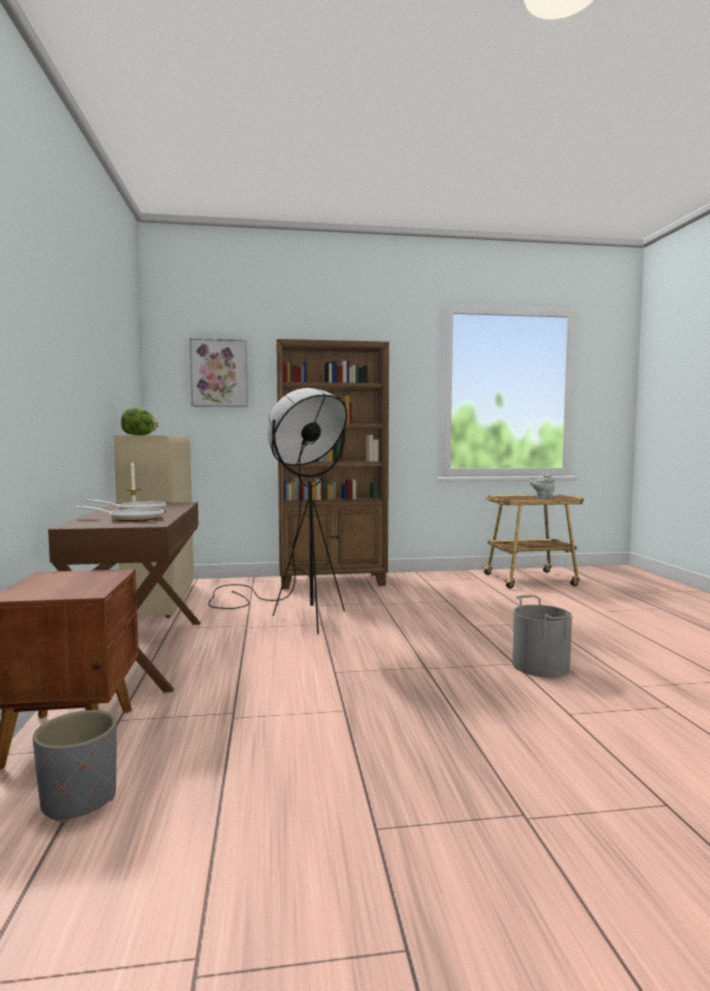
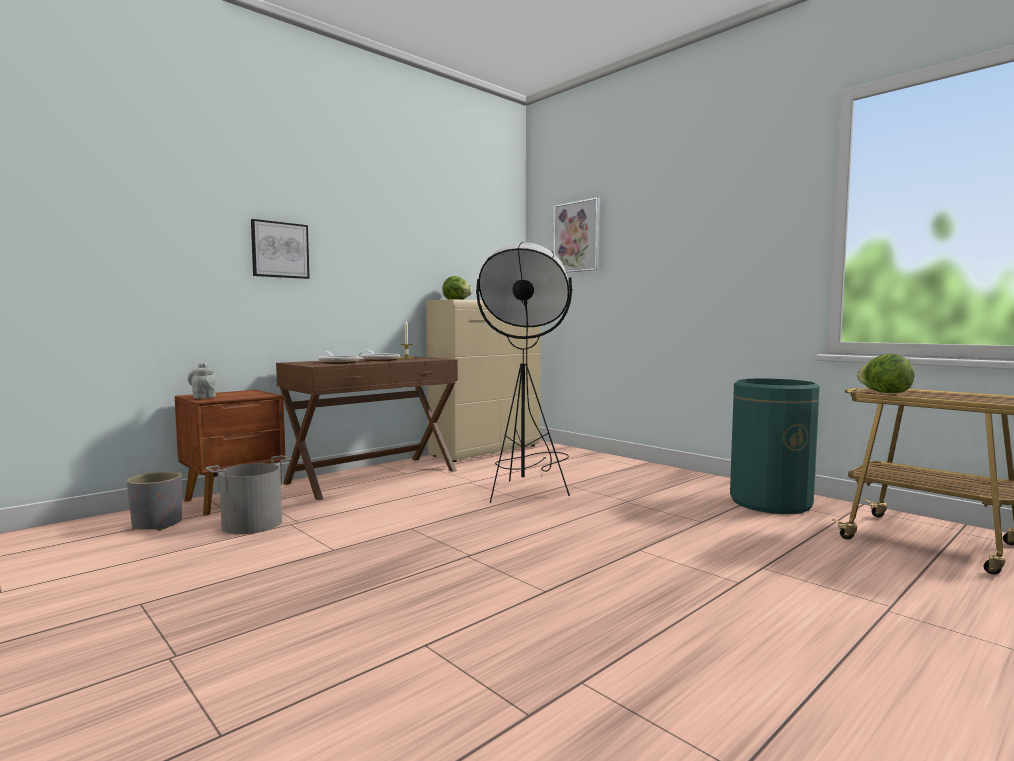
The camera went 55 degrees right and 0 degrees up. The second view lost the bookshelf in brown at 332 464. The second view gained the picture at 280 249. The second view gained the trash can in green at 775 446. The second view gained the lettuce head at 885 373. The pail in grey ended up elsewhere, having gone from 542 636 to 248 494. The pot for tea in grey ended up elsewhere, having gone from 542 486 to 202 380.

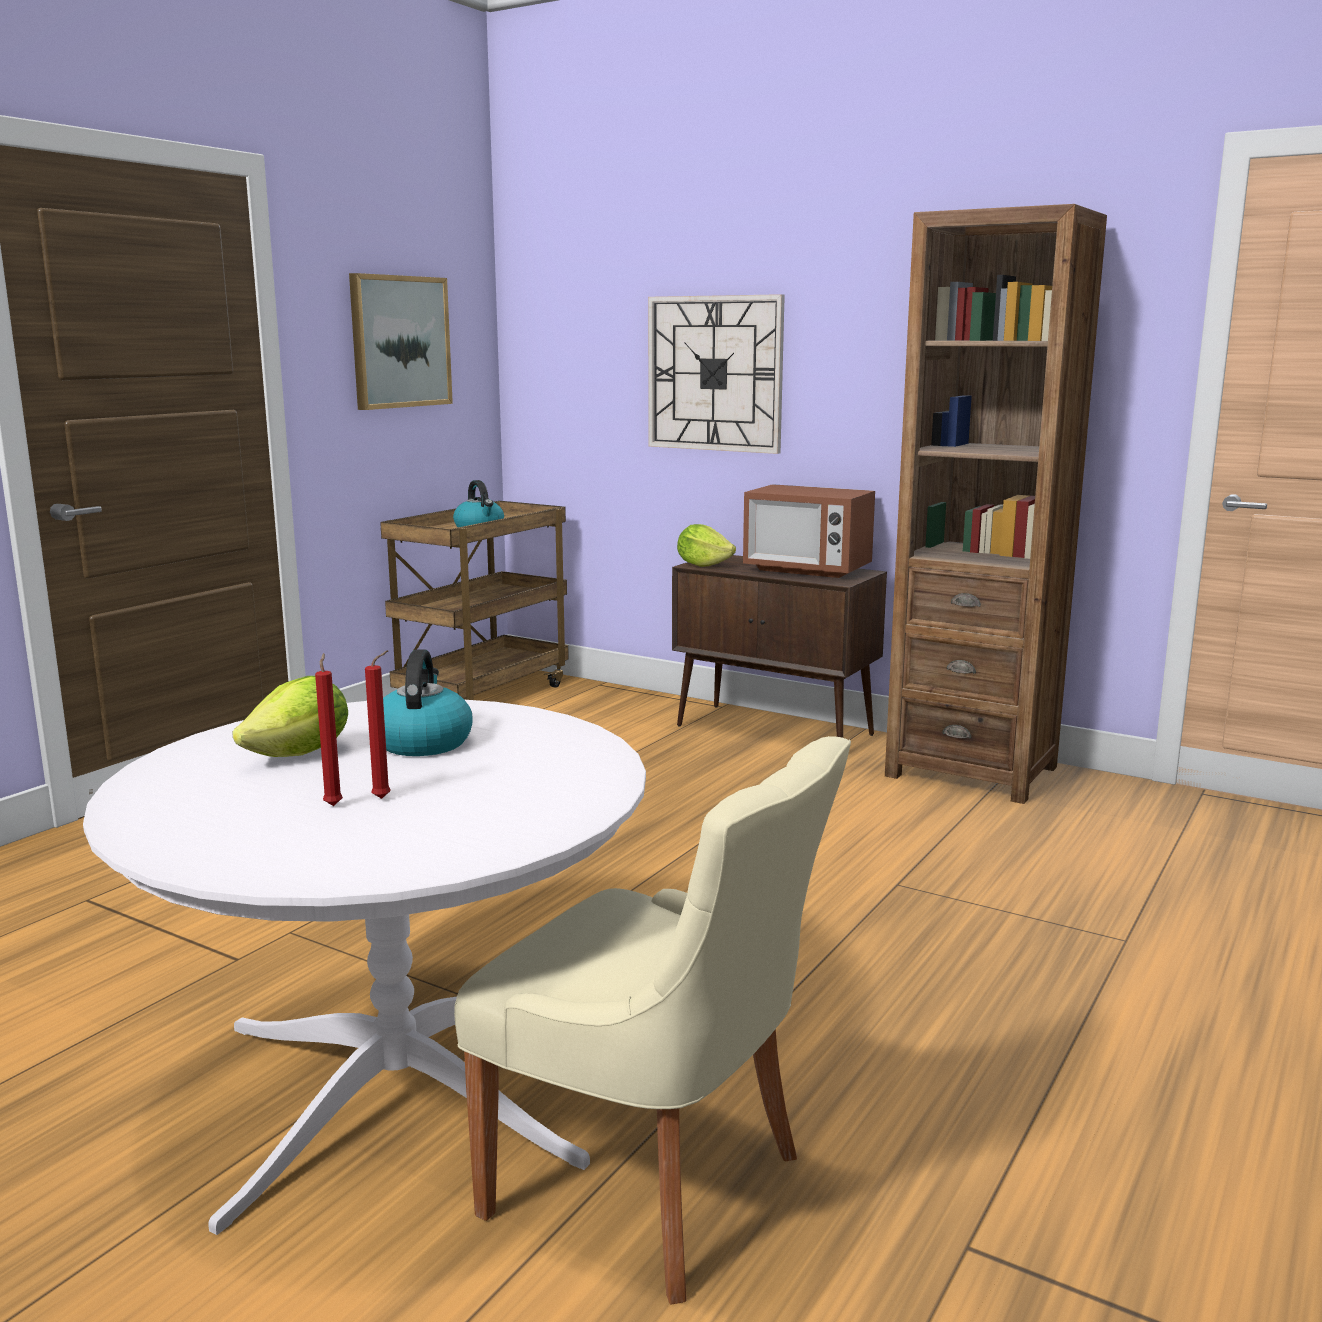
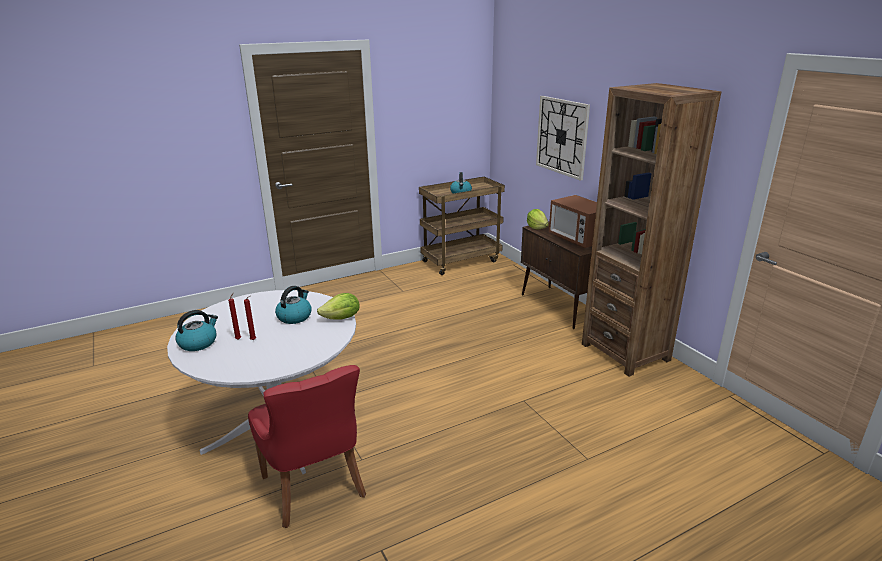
The camera went 30 degrees right and 10 degrees up. The second view lost the picture at 401 341. The second view gained the water kettle at 197 330. The lettuce head ended up elsewhere, having gone from 290 716 to 338 306. What was the upright chair in beige-coloured at 652 1020 turned into the upright chair in reddish at 307 446.

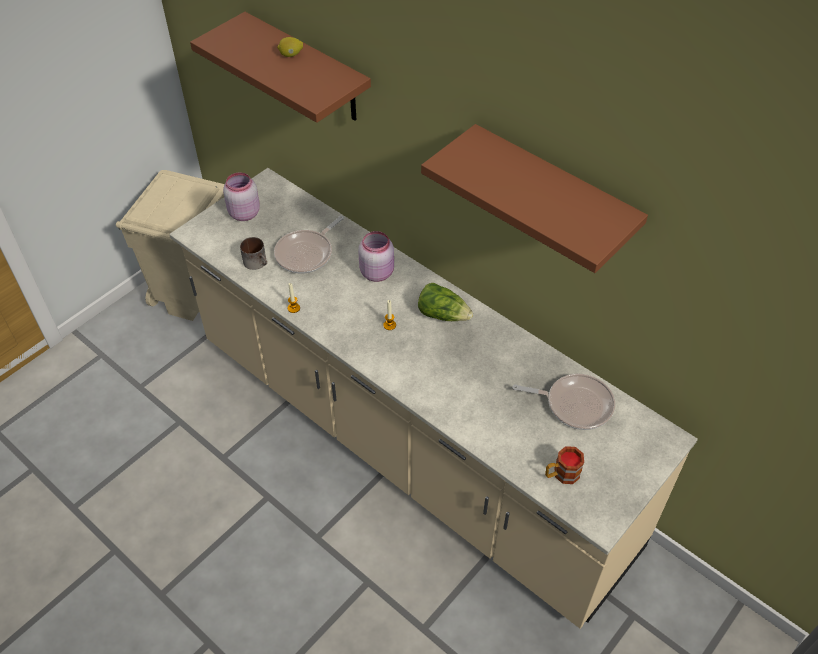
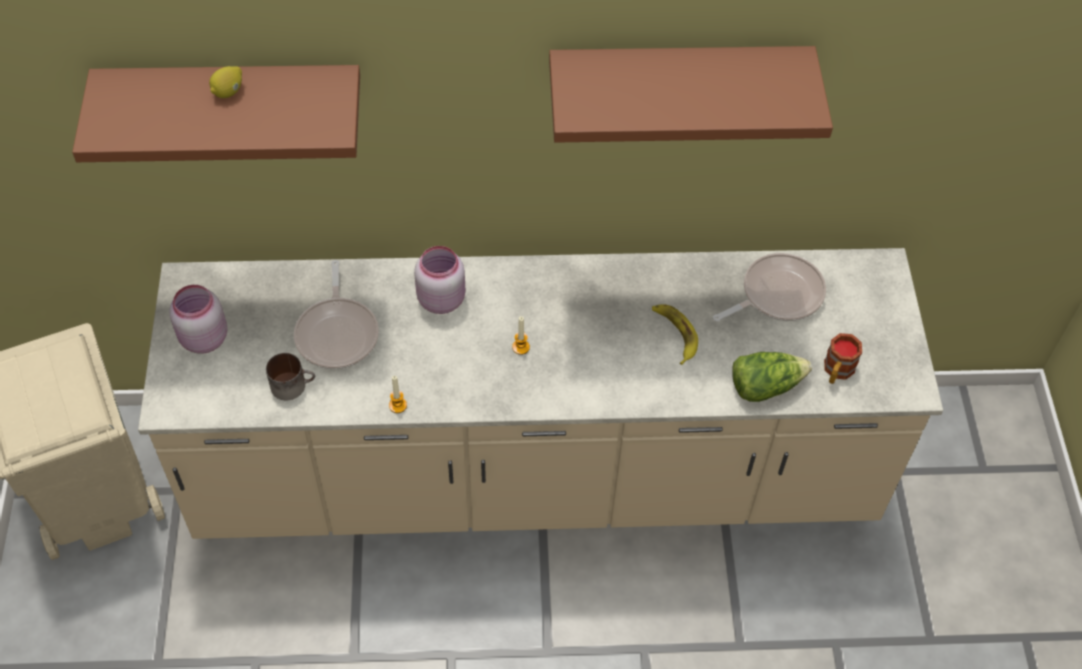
The camera went 45 degrees left and 5 degrees up. The second view gained the banana at 675 334. The lettuce head ended up elsewhere, having gone from 445 302 to 772 377.

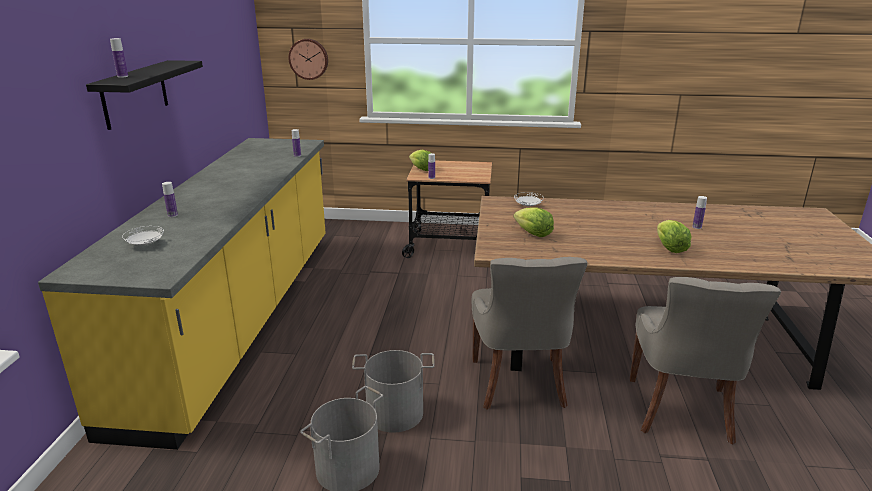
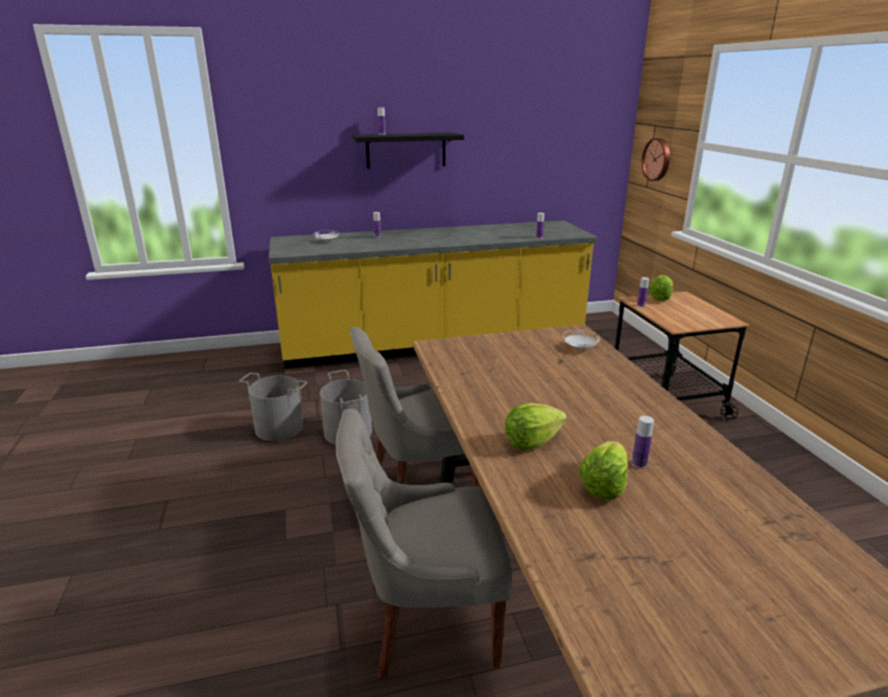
The camera went 70 degrees right and 0 degrees up. The lettuce head ended up elsewhere, having gone from 534 222 to 603 470.

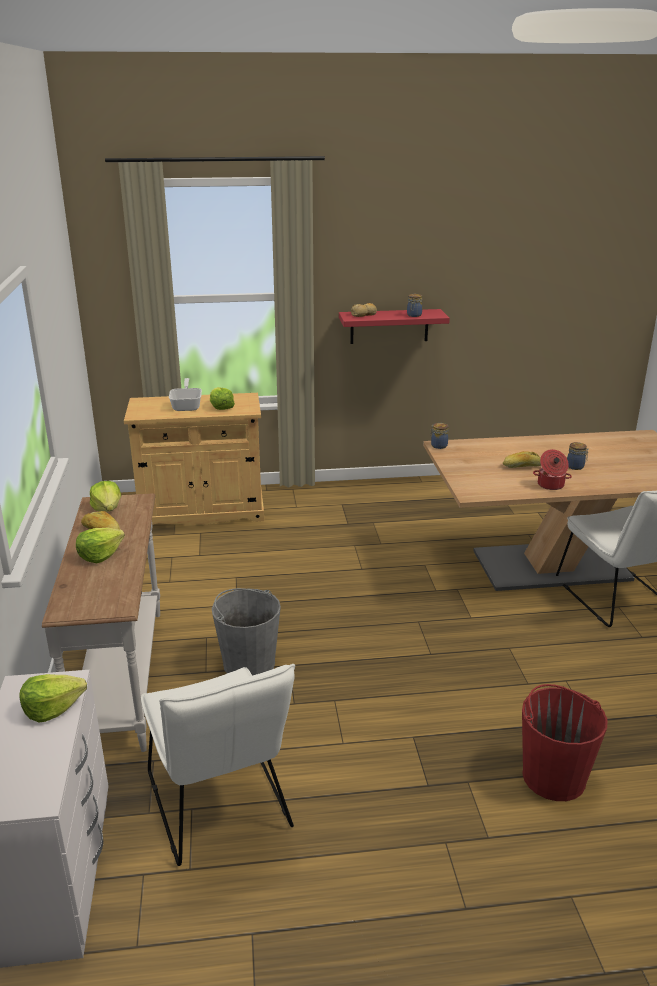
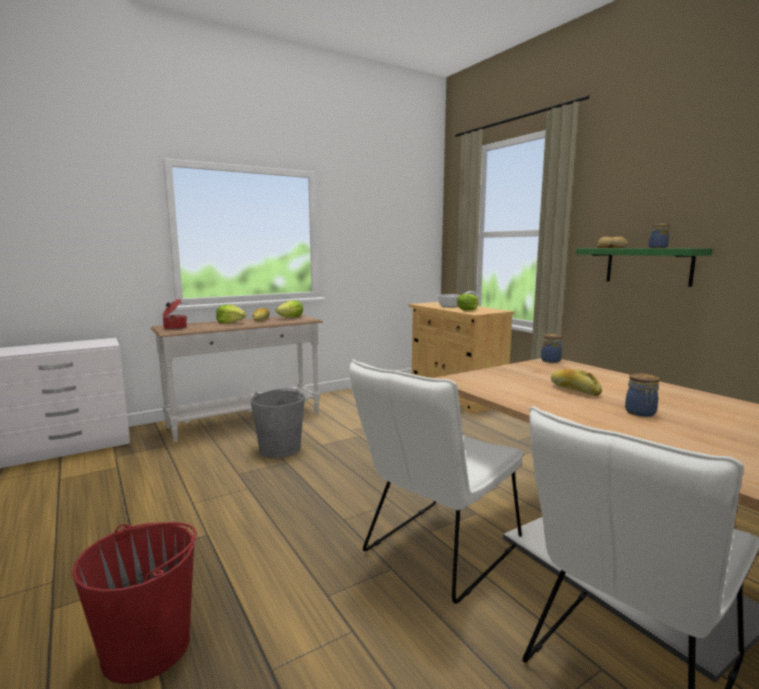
The camera went 65 degrees right and 15 degrees down. The second view lost the lettuce head at 53 698. The upright chair in white-coloured ended up elsewhere, having gone from 218 765 to 436 481. The stockpot ended up elsewhere, having gone from 552 469 to 174 314. What was the wall shelf in reddish at 394 326 turned into the wall shelf in green at 644 267.

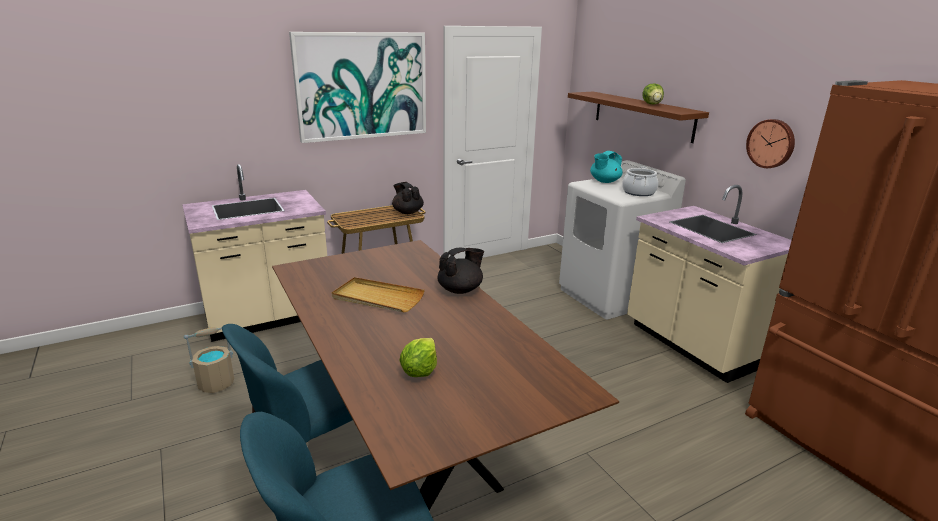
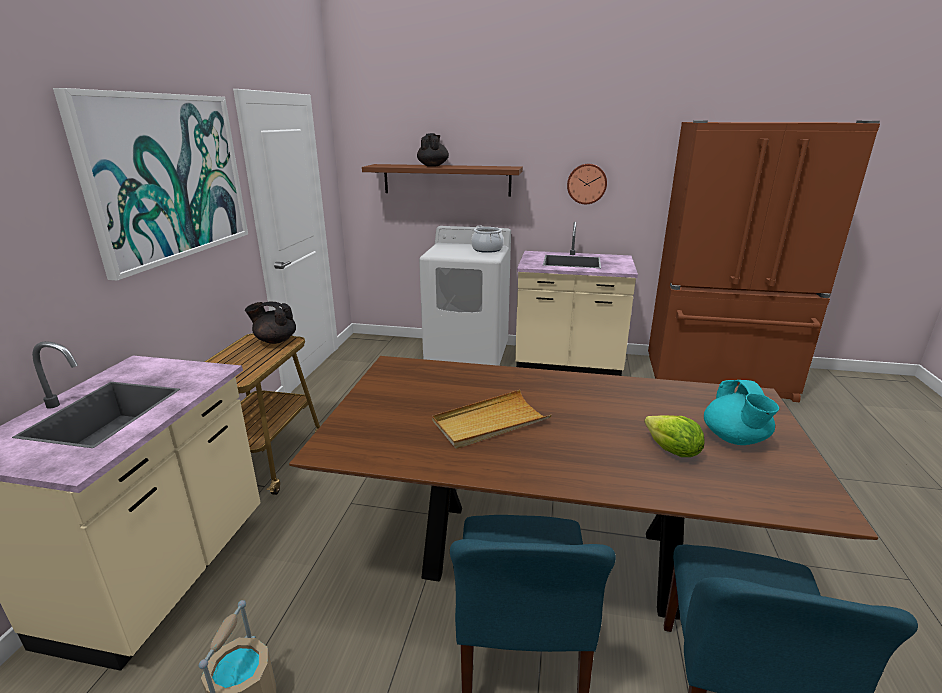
The camera went 50 degrees left and 0 degrees up. The second view lost the lettuce head at 653 94. The pot for tea in black ended up elsewhere, having gone from 460 271 to 433 150. The pot for tea in turquoise-coloured ended up elsewhere, having gone from 606 167 to 741 412.

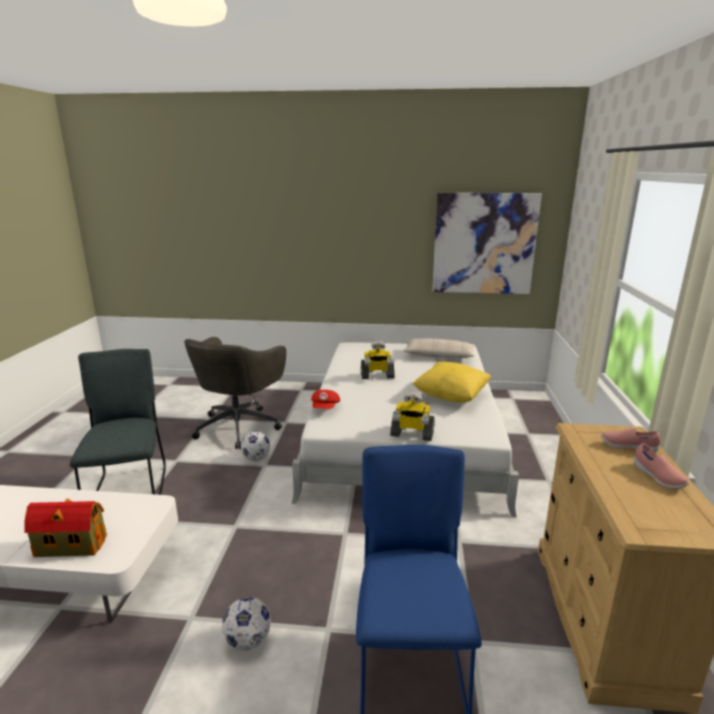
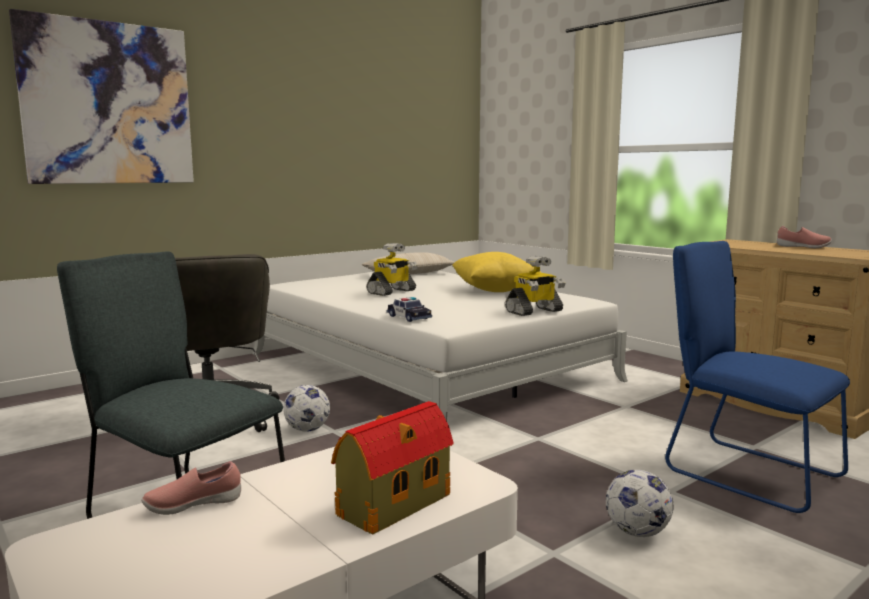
The camera went 45 degrees left and 10 degrees down. The picture ended up elsewhere, having gone from 487 243 to 101 96. The low shoe in pink-coloured ended up elsewhere, having gone from 631 440 to 191 488. Where the peaked cap in reddish stood at 325 399, the model car came to stand at 409 309.

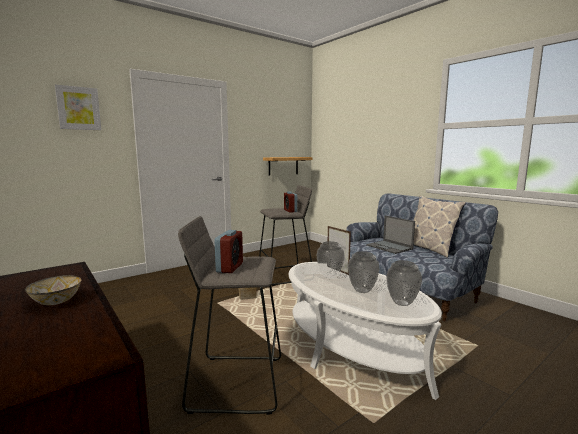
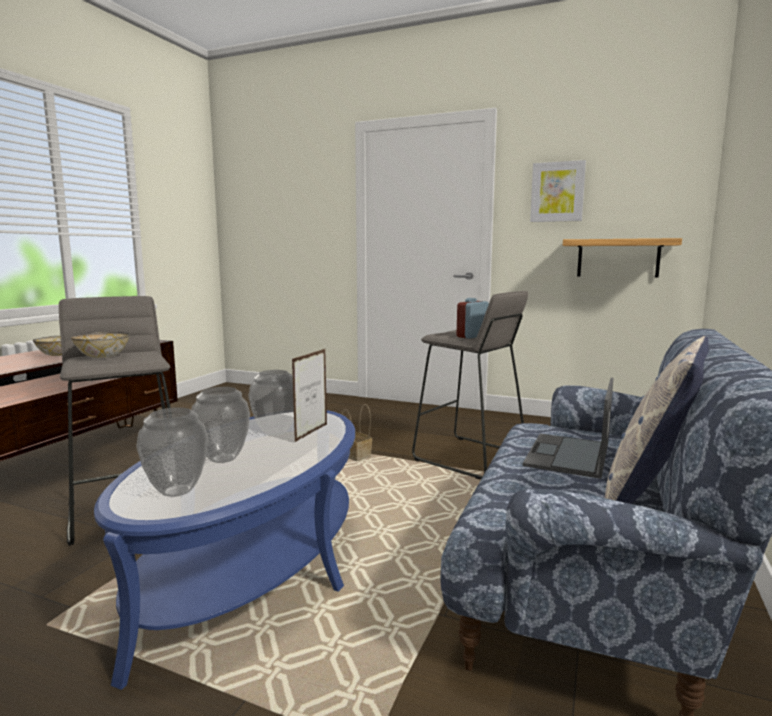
The camera went 60 degrees right and 0 degrees up. The picture ended up elsewhere, having gone from 78 107 to 558 191. Where the alarm clock stood at 229 251, the deep dish came to stand at 100 345. What was the low table in white-coloured at 365 331 turned into the low table in blue at 224 550.

